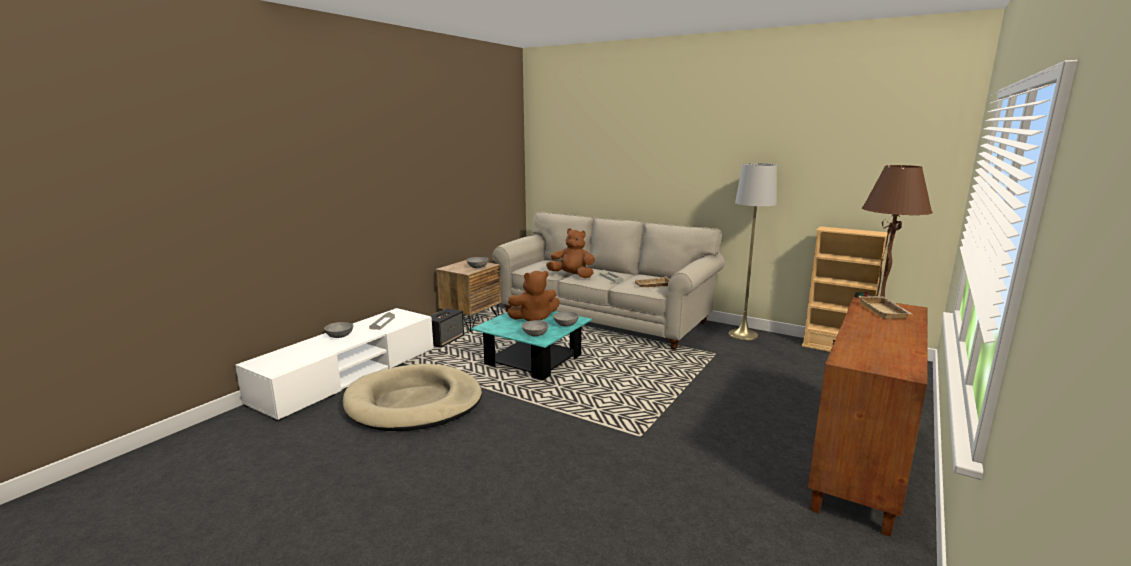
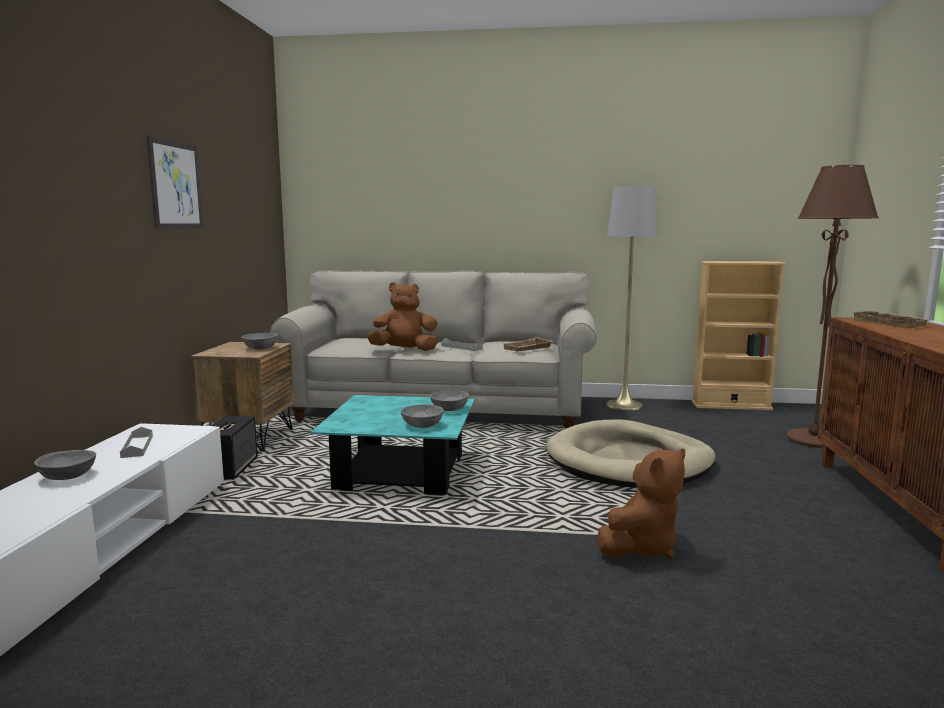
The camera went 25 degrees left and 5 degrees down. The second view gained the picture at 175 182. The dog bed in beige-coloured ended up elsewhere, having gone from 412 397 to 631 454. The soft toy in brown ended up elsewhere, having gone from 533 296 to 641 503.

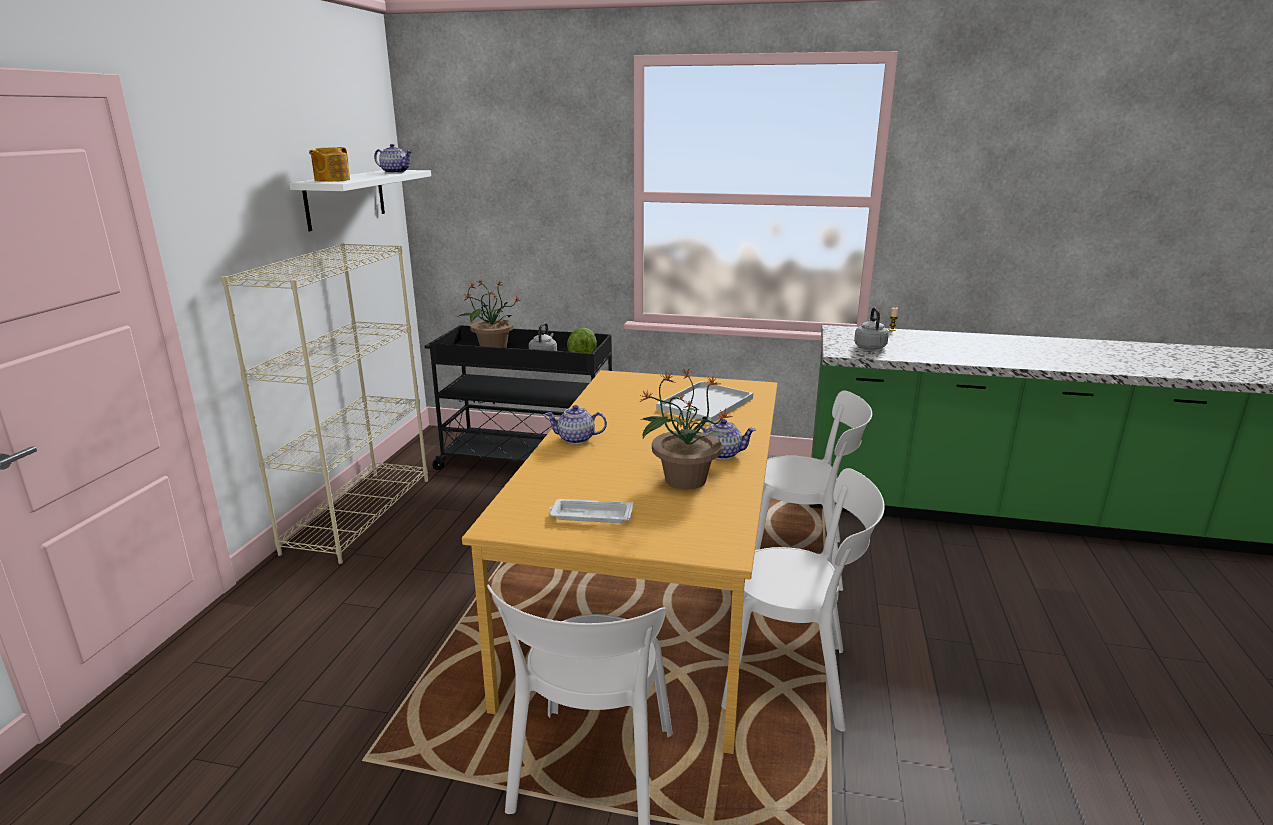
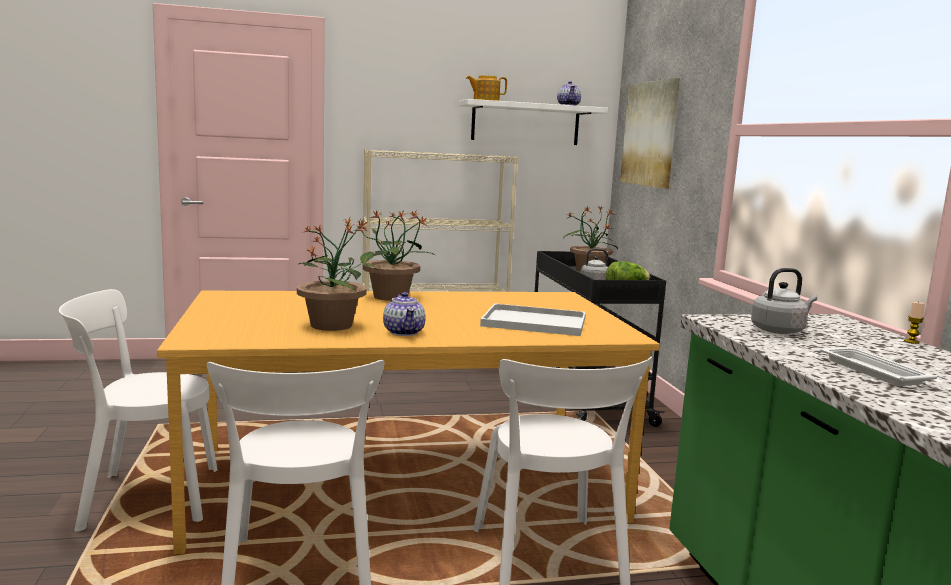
The camera went 65 degrees right and 10 degrees down. The second view gained the picture at 650 133. The serving tray in white-coloured ended up elsewhere, having gone from 591 511 to 879 366. Where the pot for tea stood at 576 424, the plant in a pot came to stand at 395 255.

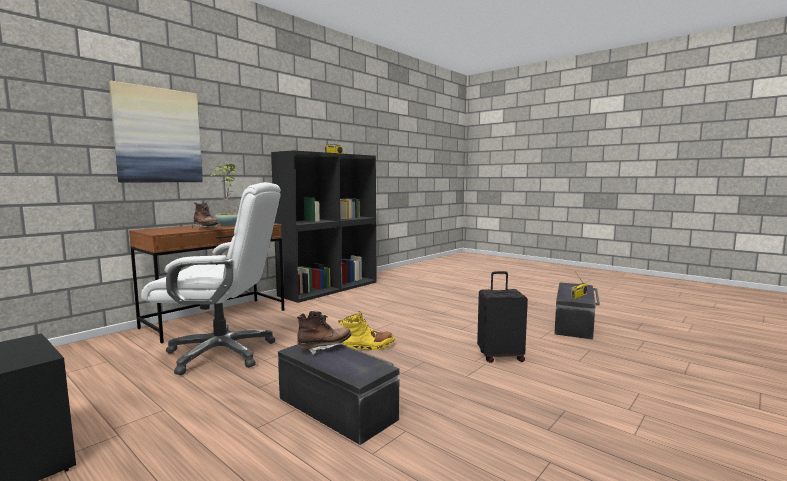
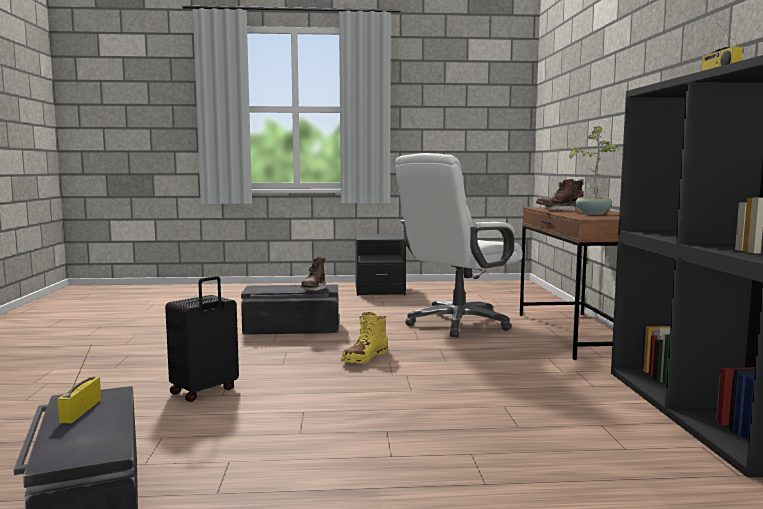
The camera went 135 degrees right and 0 degrees up. The second view lost the picture at 156 131.

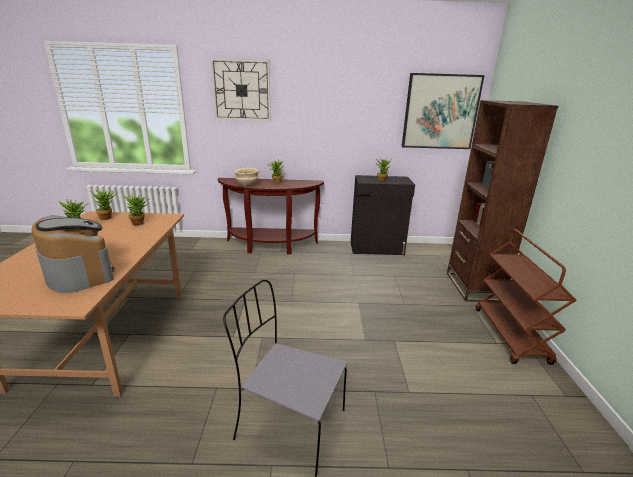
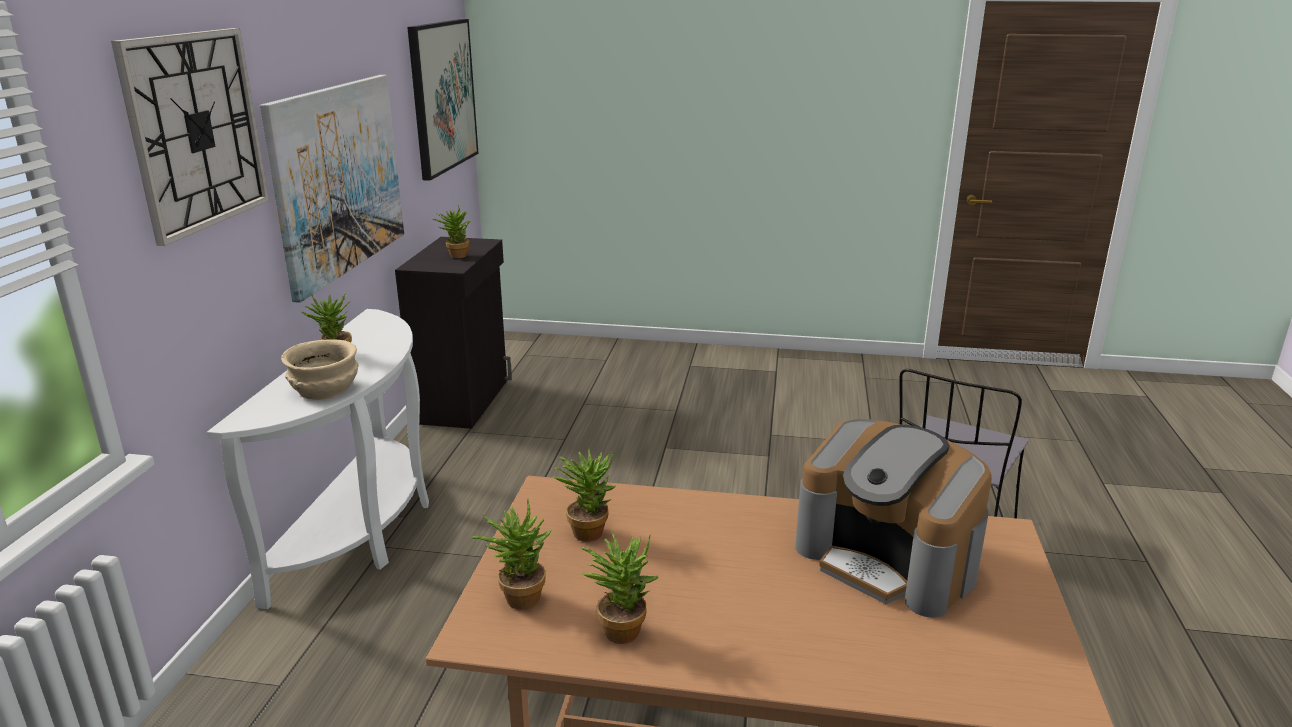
The camera went 80 degrees left and 0 degrees up. The second view lost the bookshelf in brown at 502 201. The second view lost the trolley in brown at 526 297. The second view gained the picture at 332 189. What was the console table in brown at 271 216 turned into the console table in white-coloured at 318 459. The coffee machine at 73 254 ended up facing another way, 105 degrees counterclockwise from before.

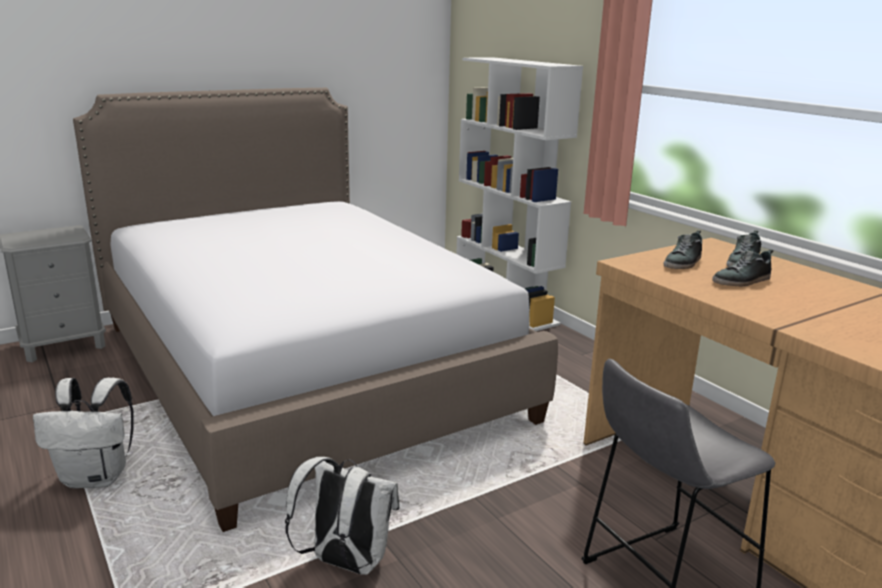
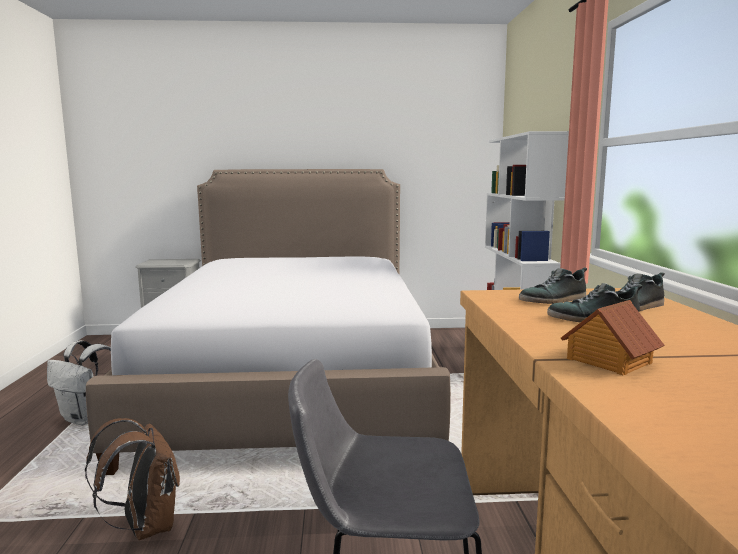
The camera went 30 degrees right and 10 degrees down. The second view gained the miniature house at 613 337. What was the backpack in white-coloured at 342 516 turned into the backpack in brown at 132 479.

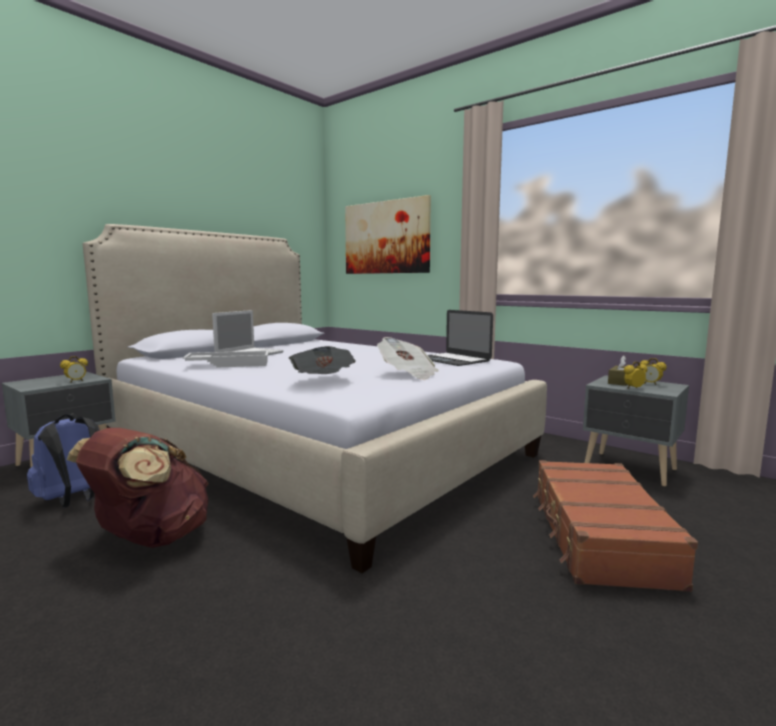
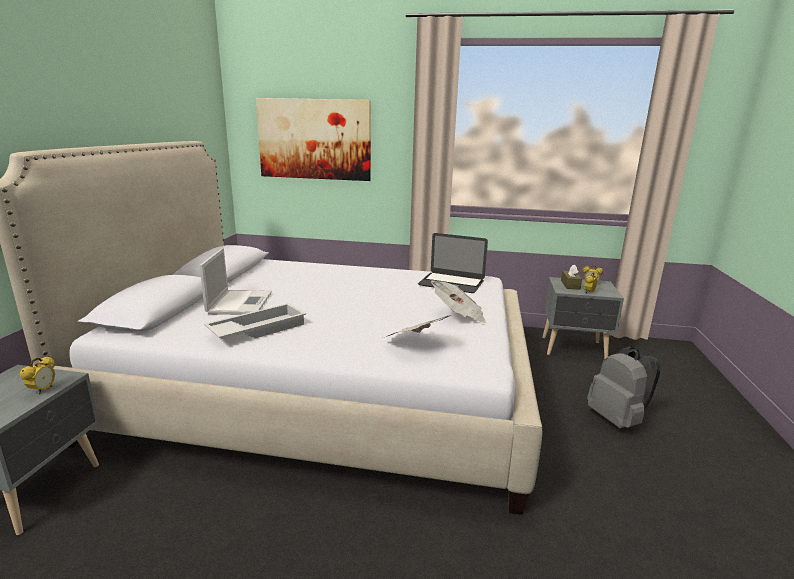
The camera went 30 degrees left and 10 degrees up. The second view lost the backpack in blue at 63 460. The second view lost the backpack in brown at 138 488. Where the travel case in brown stood at 615 526, the backpack in grey came to stand at 624 388.

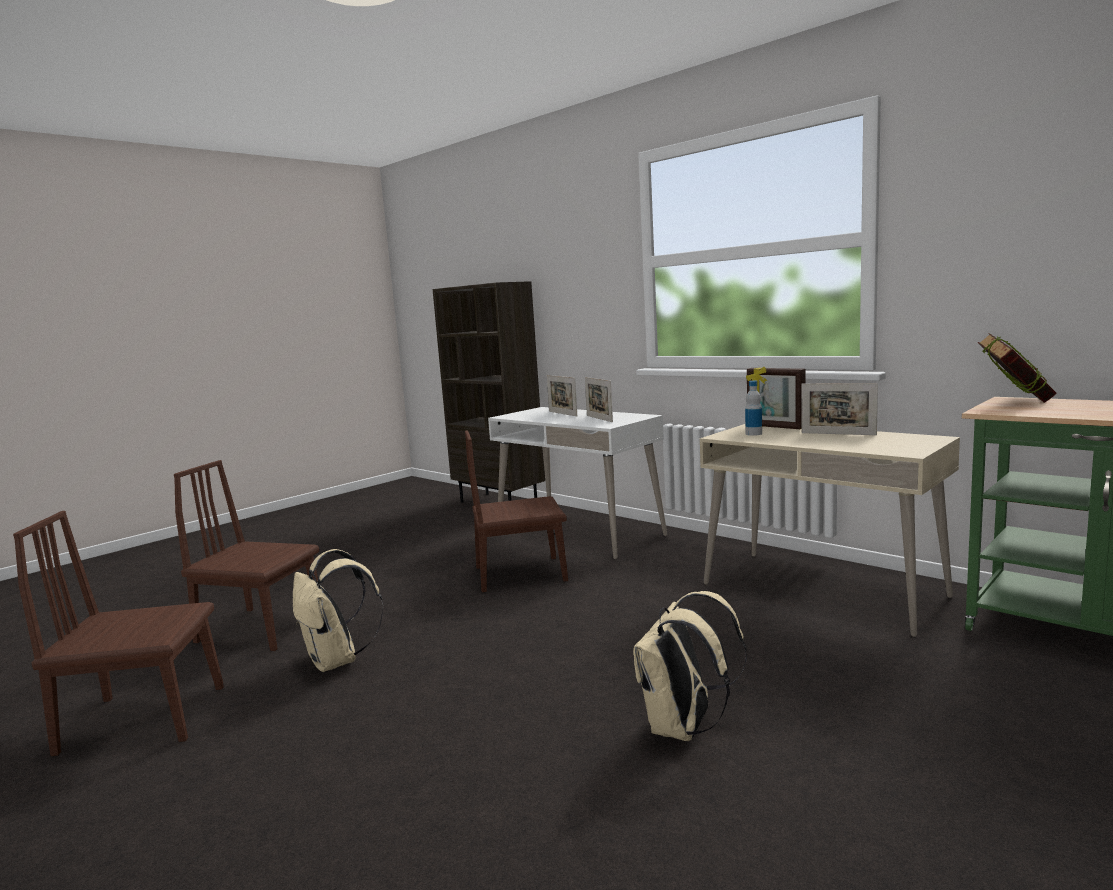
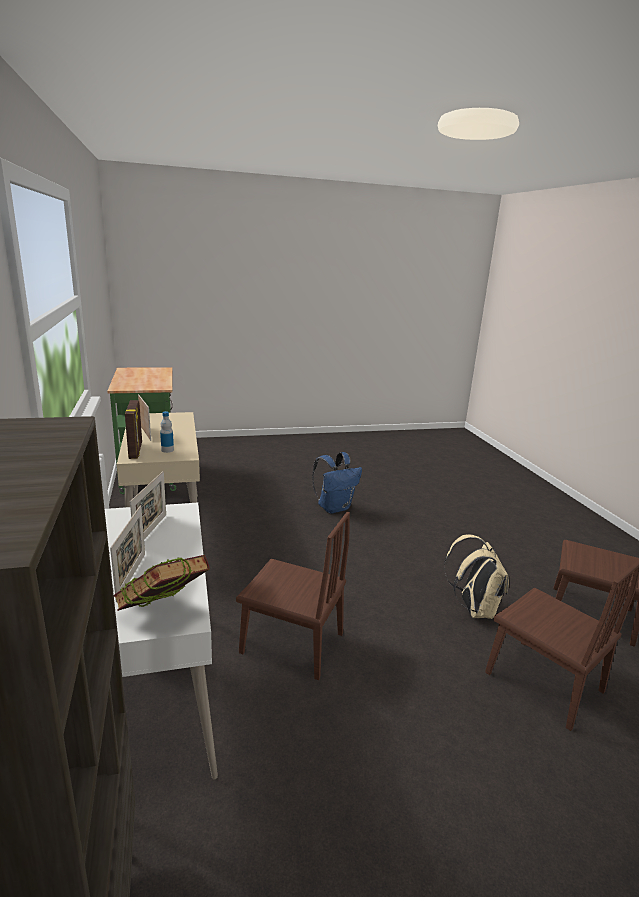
The camera went 150 degrees left and 10 degrees up. The book ended up elsewhere, having gone from 1017 368 to 162 583. What was the backpack in beige-coloured at 690 666 turned into the backpack in blue at 337 483.

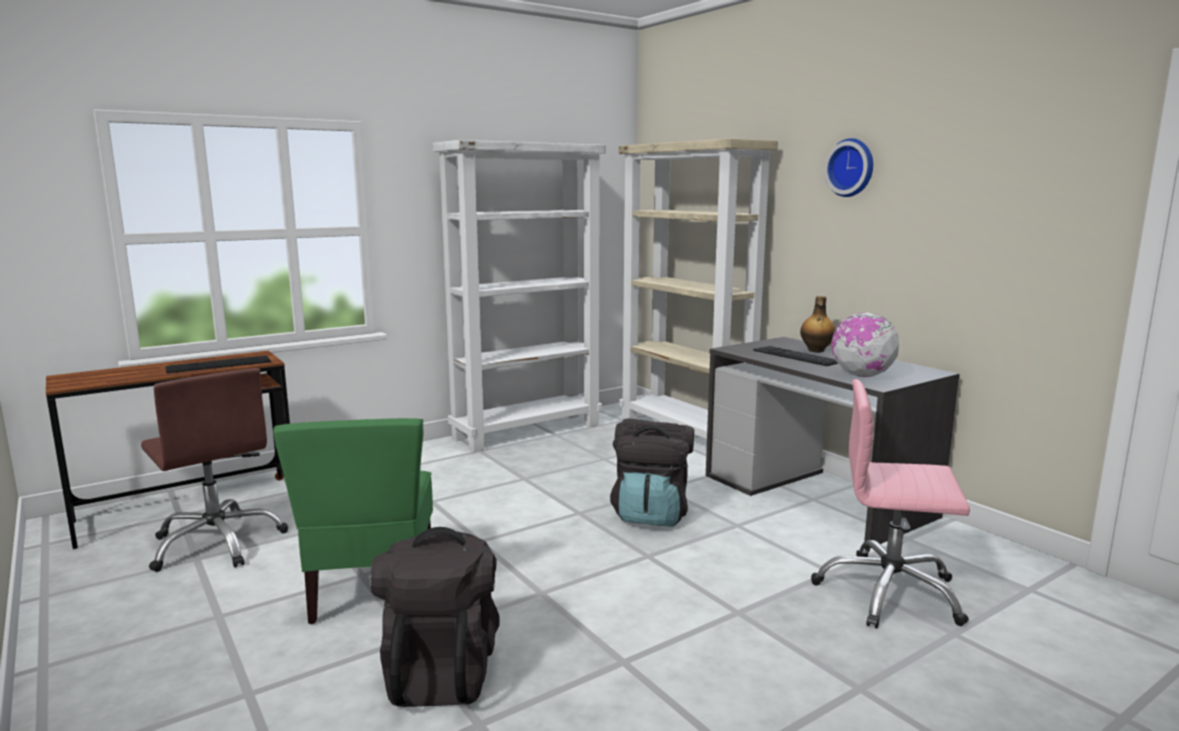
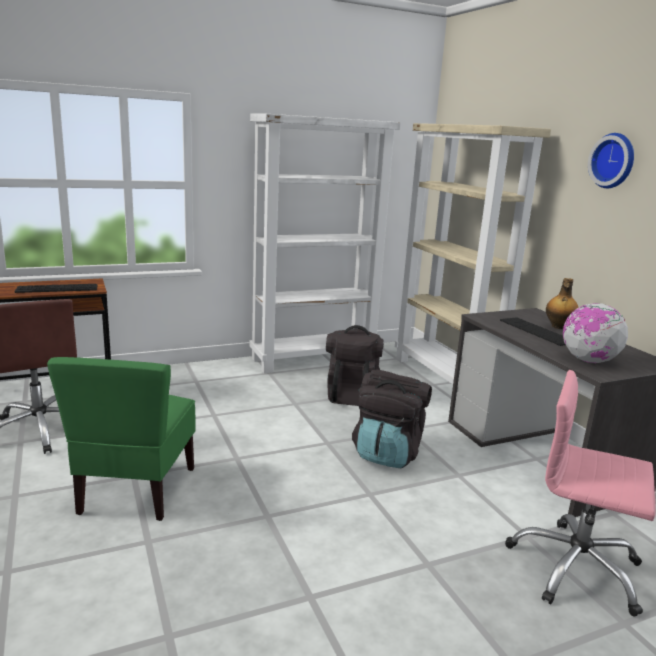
The camera went 10 degrees right and 5 degrees up. The backpack in black ended up elsewhere, having gone from 435 617 to 355 365.

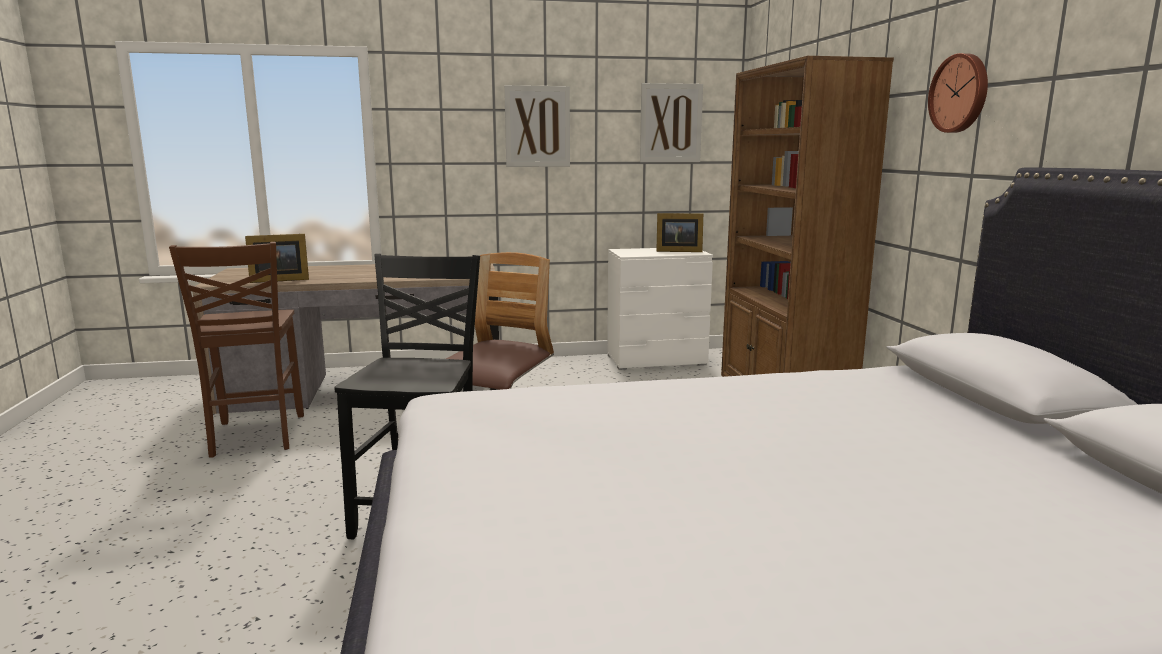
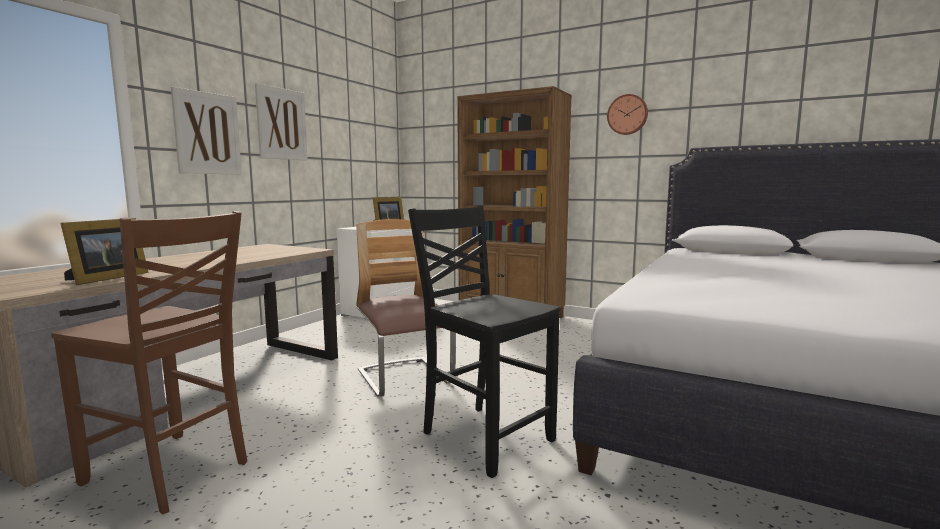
The camera went 50 degrees left and 5 degrees down. The picture ended up elsewhere, having gone from 671 122 to 206 131.

